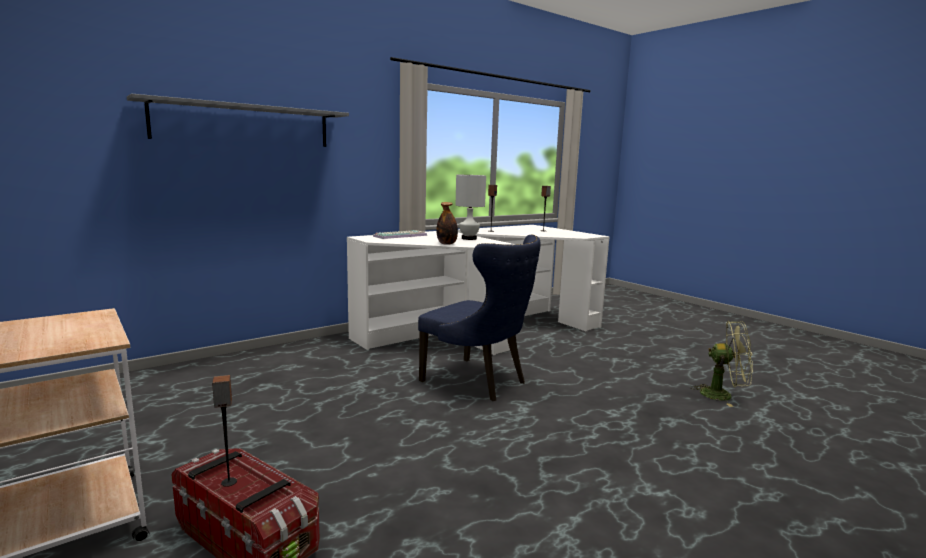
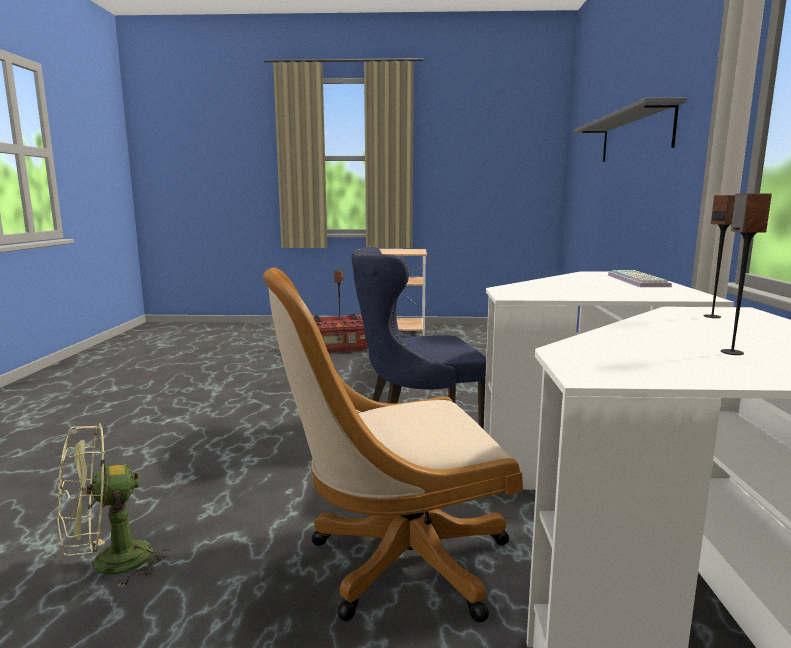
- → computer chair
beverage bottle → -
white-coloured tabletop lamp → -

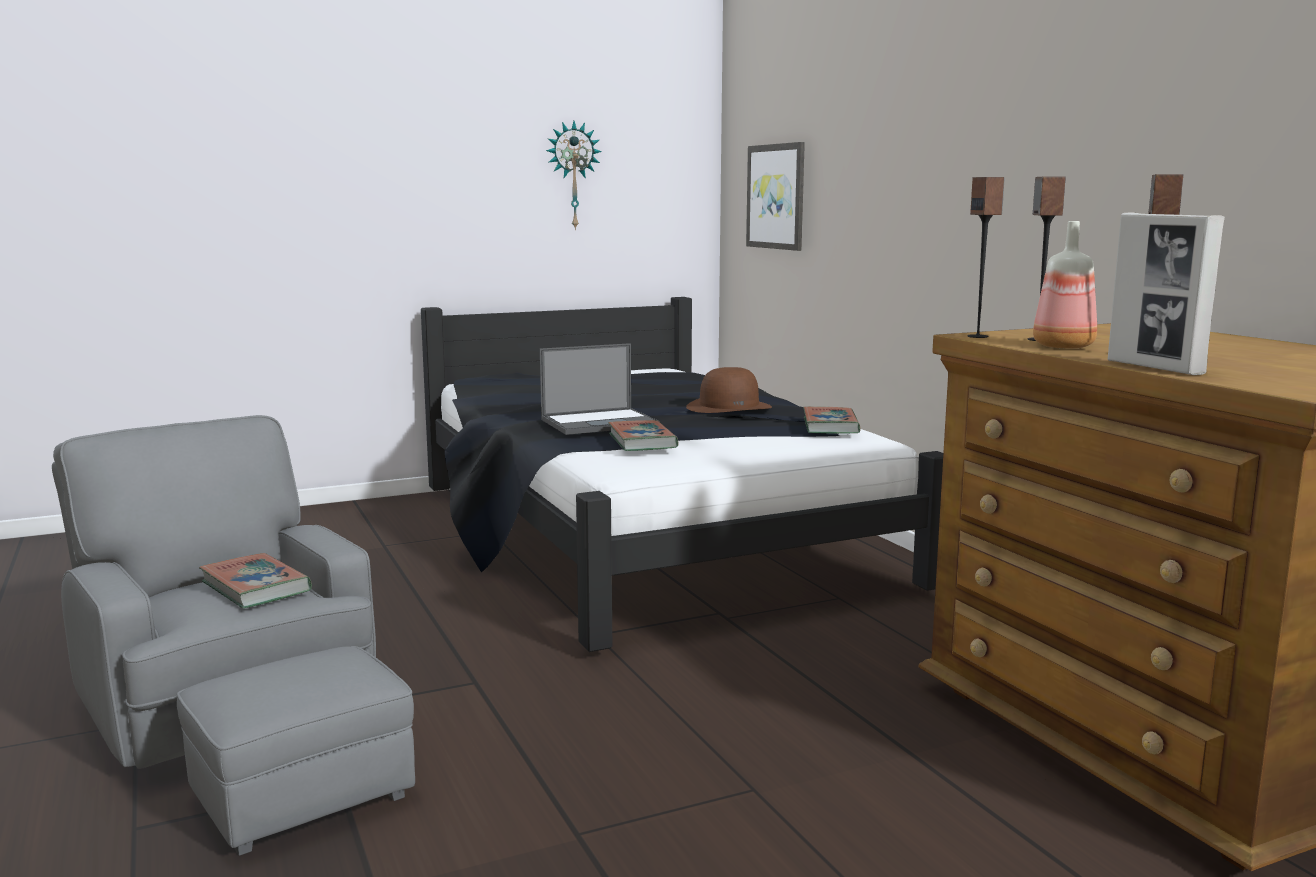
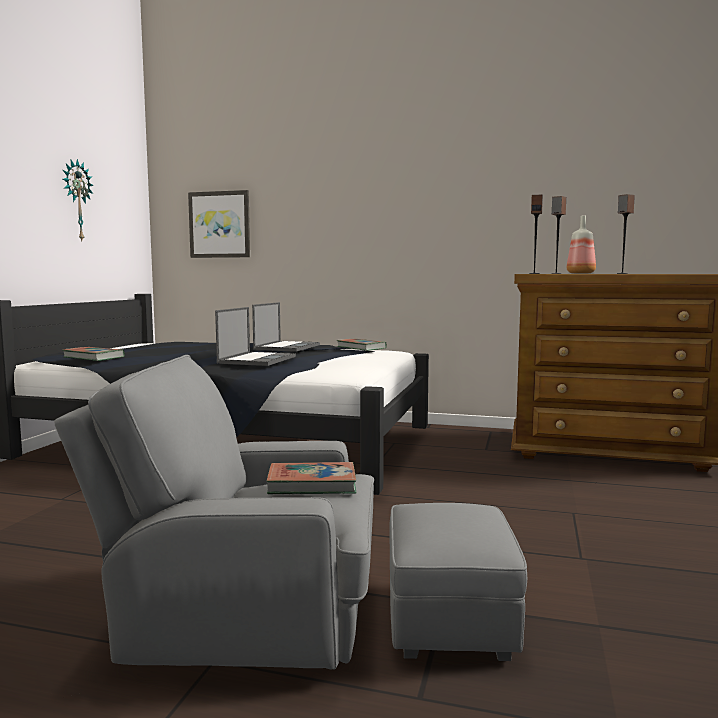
volume (2nd from left in the first image) → volume (1st from left), move
brown-coloured wearable hat → portable computer (2nd from left)
photo frame → -

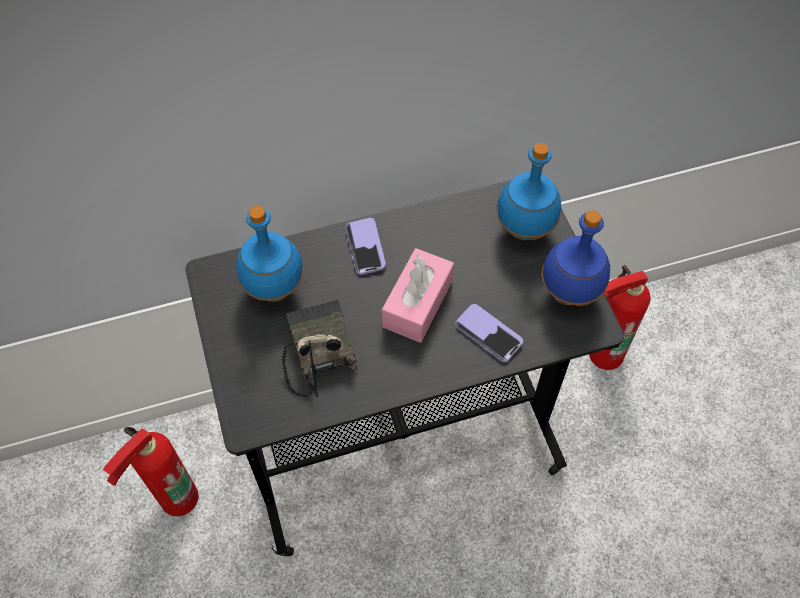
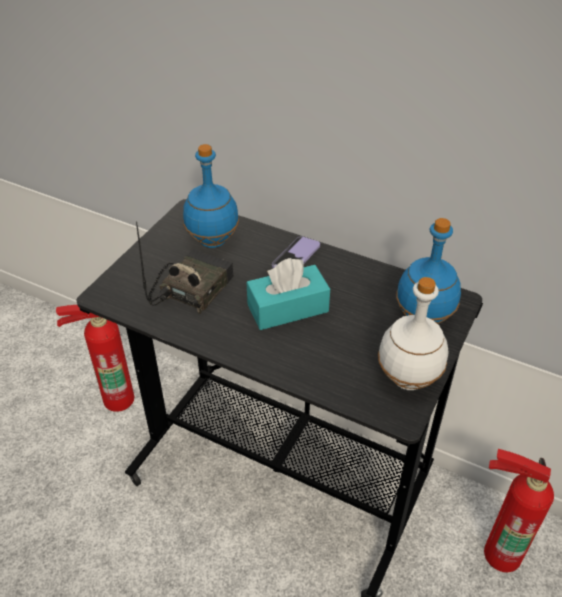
pink tissue holder → turquoise tissue holder
bluish beverage bottle (3rd from left) → white-coloured beverage bottle
telephone (2nd from left) → -

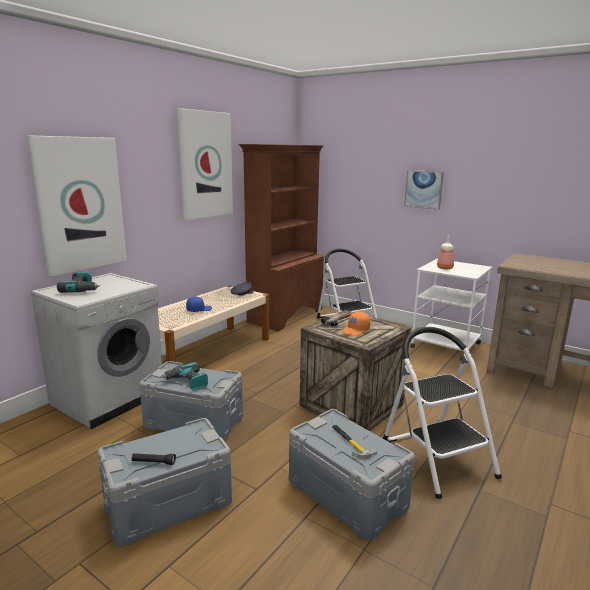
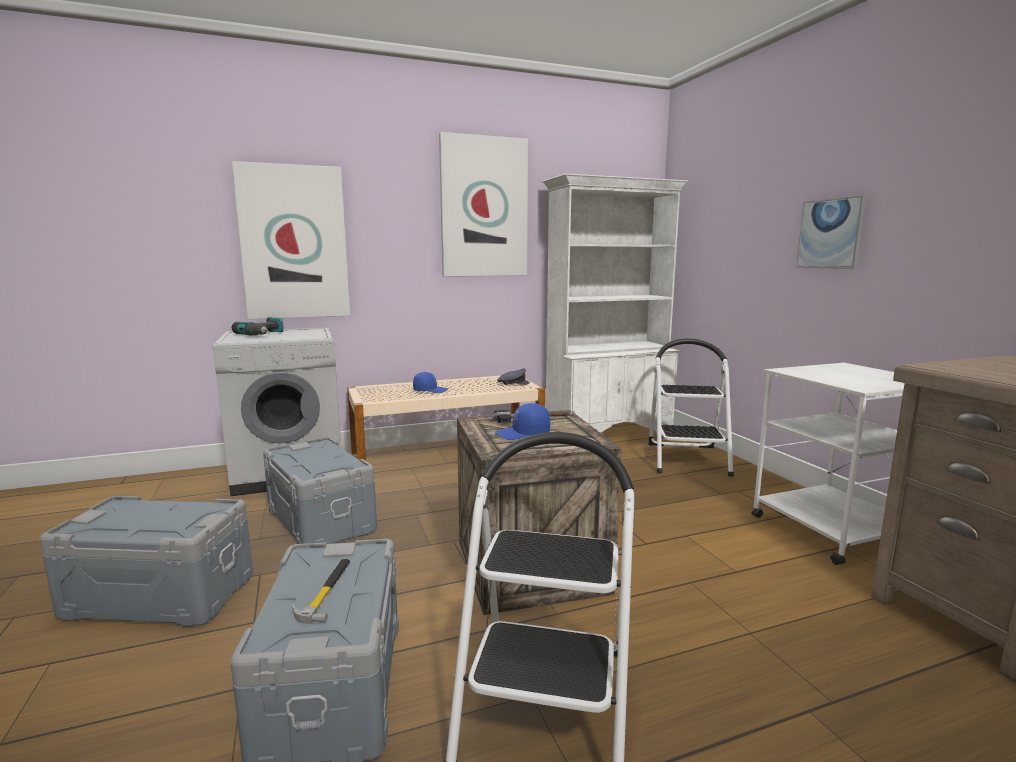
orangey peaked cap → bluish peaked cap (2nd from left)
brown-coloured bookcase → white-coloured bookcase
black hand torch → -
electric drill (2nd from left) → -
beverage bottle → -

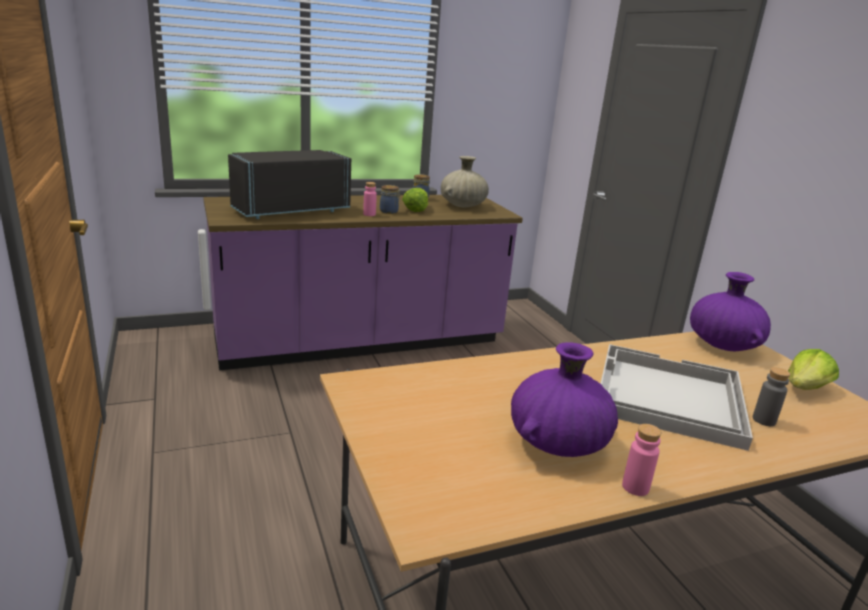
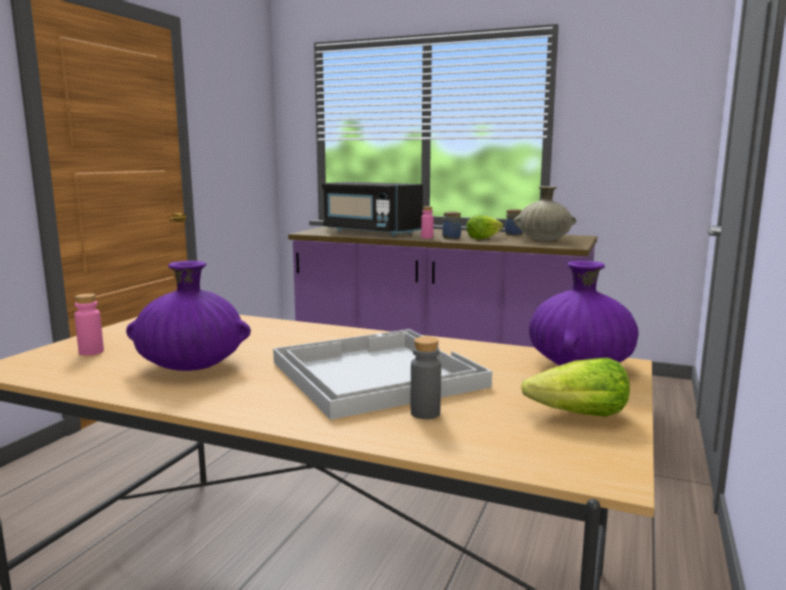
pink beverage bottle (2nd from left in the first image) → pink beverage bottle (1st from left), move
black microwave, 150 degrees counterclockwise

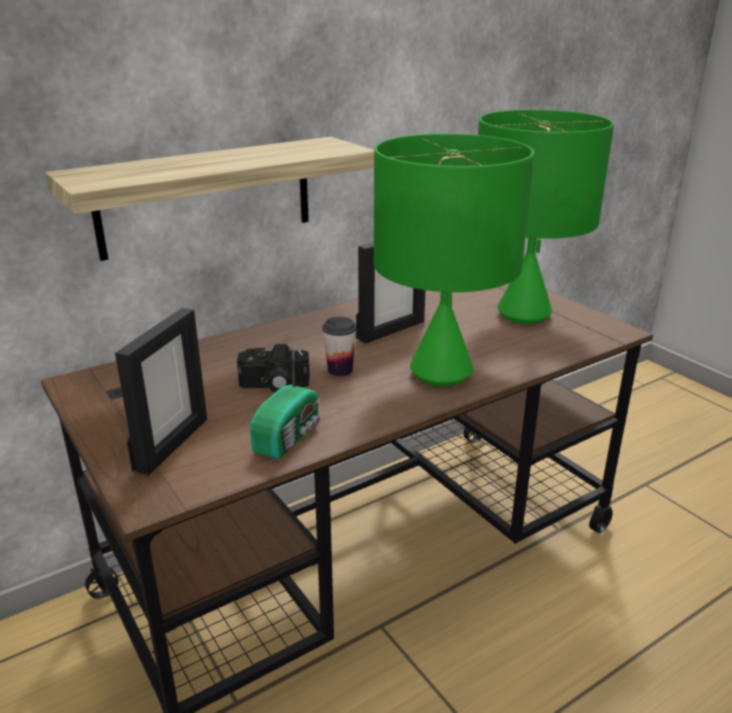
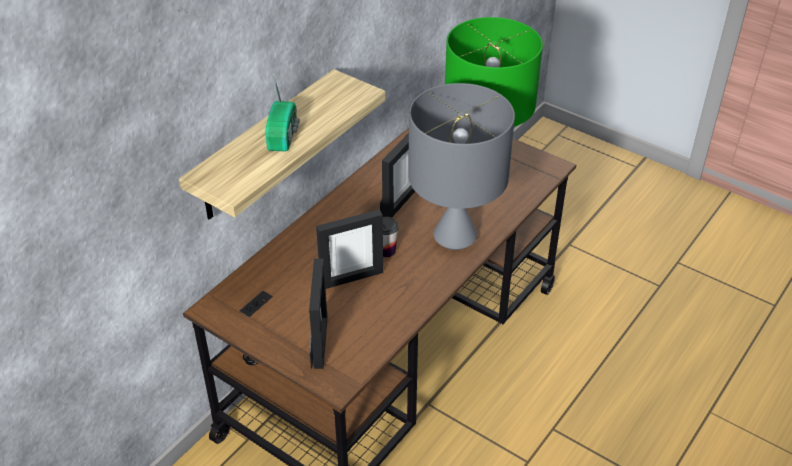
radio receiver, move
photo camera → photo frame (2nd from left)
green tabletop lamp (1st from left) → grey tabletop lamp

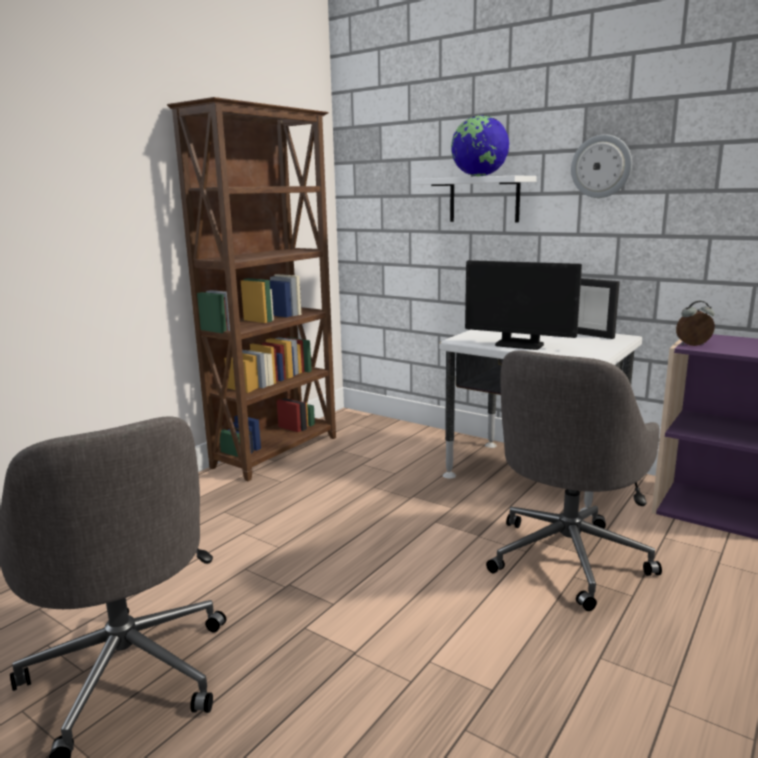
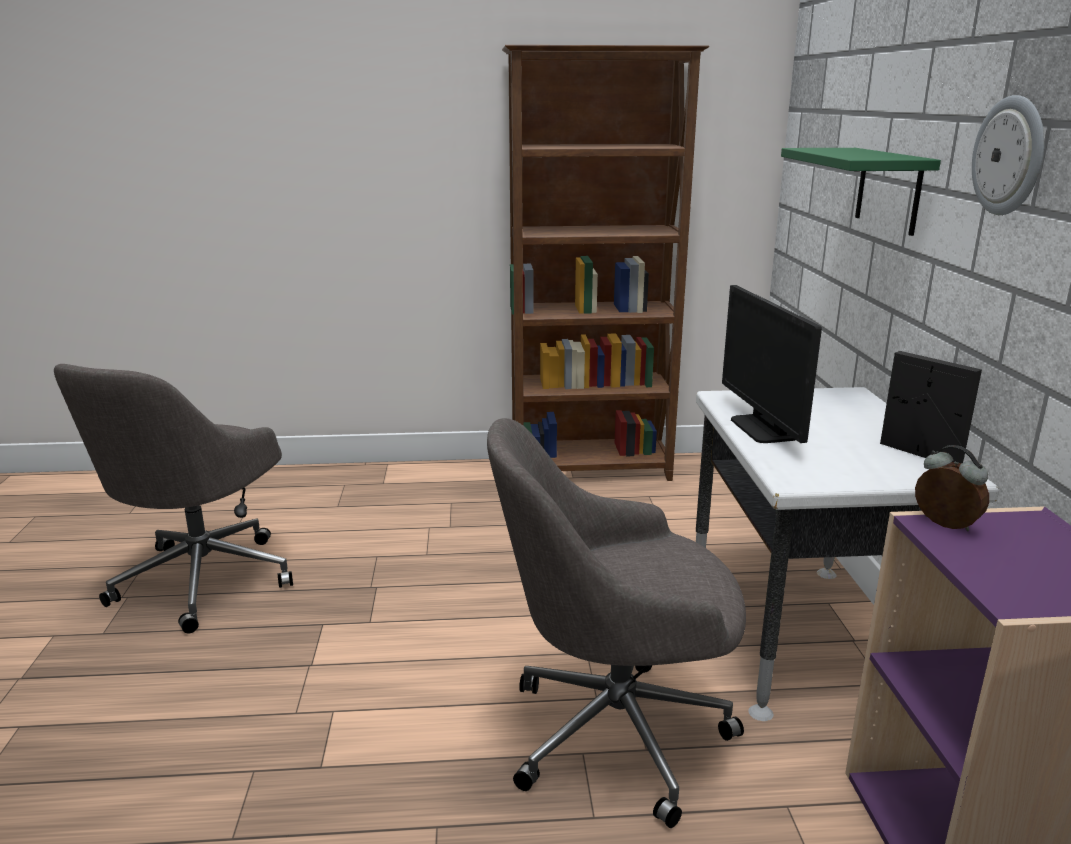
white-coloured wall shelf → green wall shelf
photo frame, 135 degrees clockwise
world globe → -

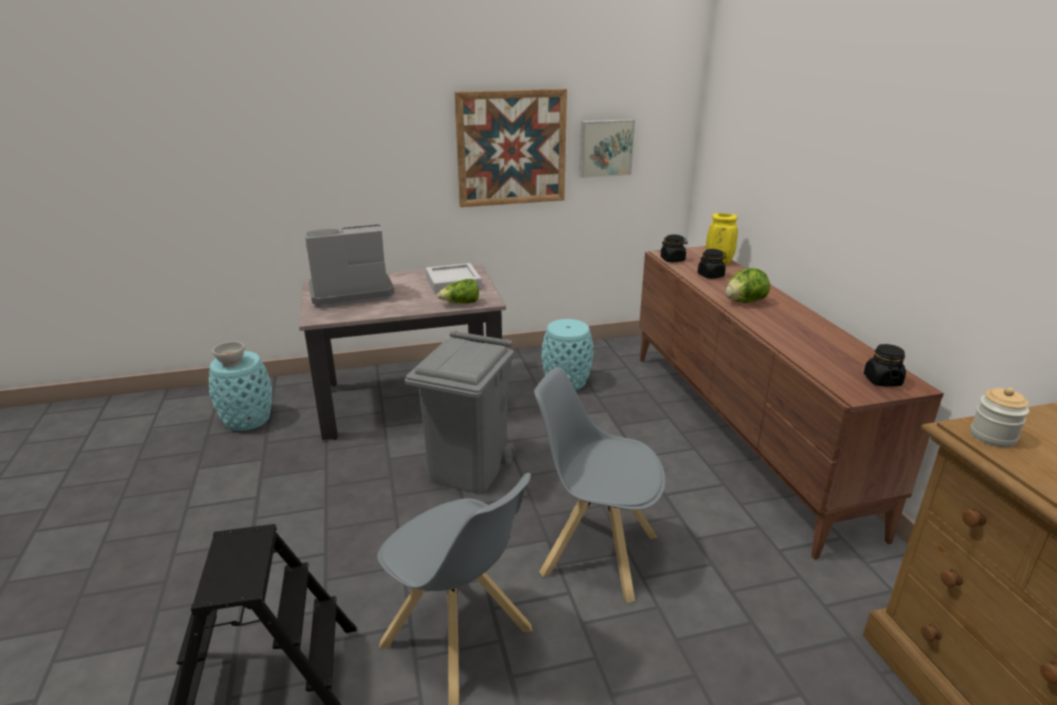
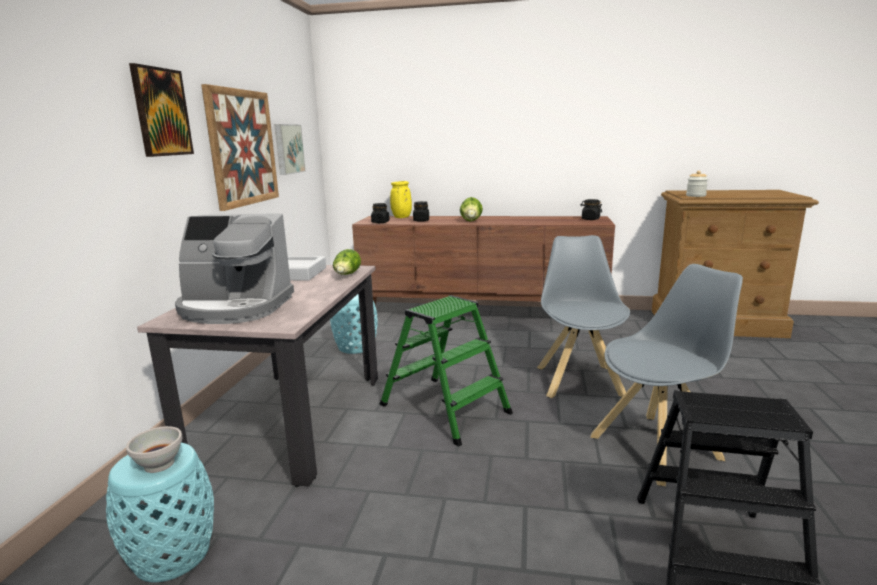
- → wall picture (1st from left)
coffee maker, 90 degrees counterclockwise
grey trash can → green step ladder
grey upright chair (2nd from left in the first image) → grey upright chair (1st from left), 135 degrees clockwise

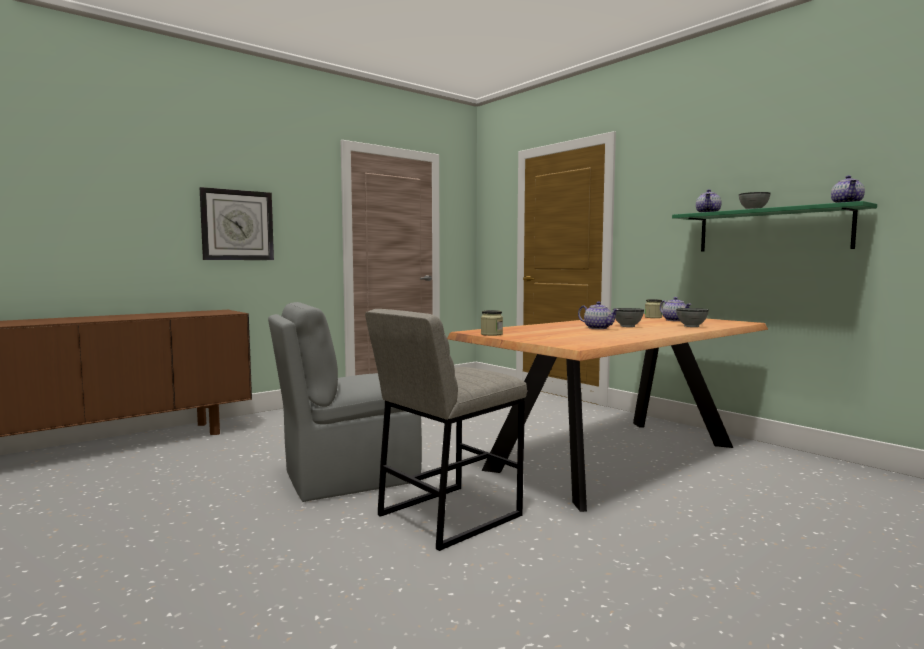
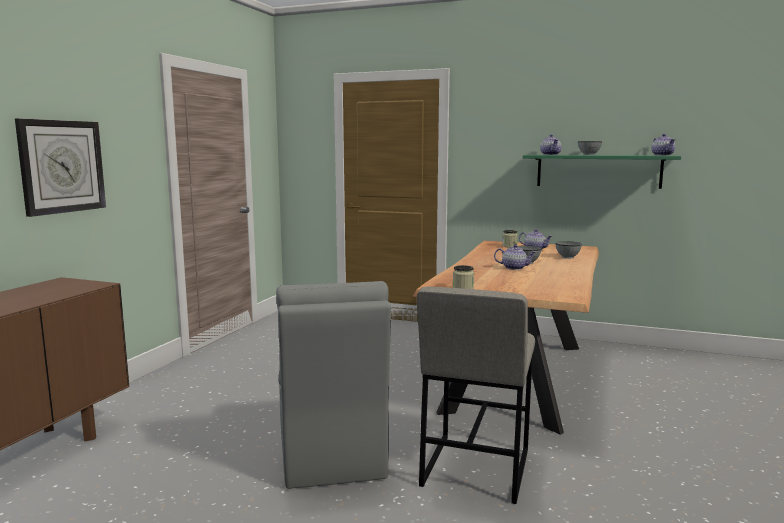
grey upright chair (1st from left), 45 degrees counterclockwise

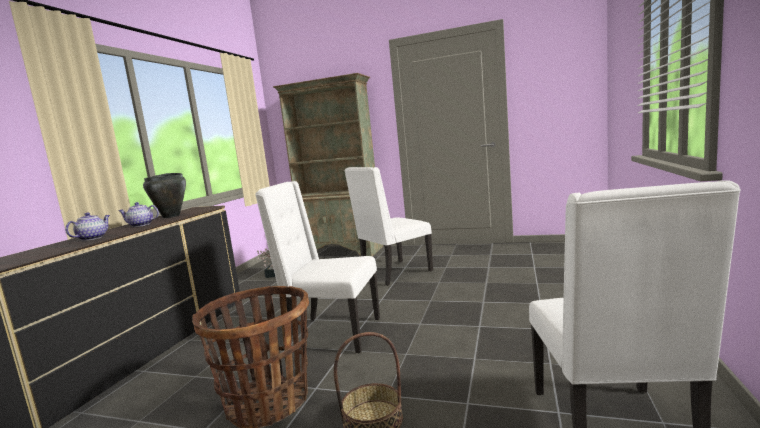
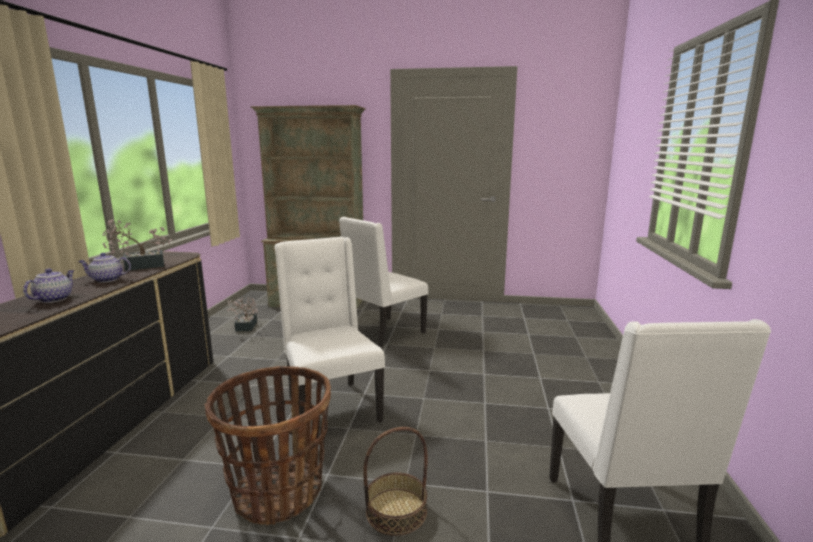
black cooking pot → houseplant (1st from left)
white-coloured upright chair (1st from left), 60 degrees clockwise

